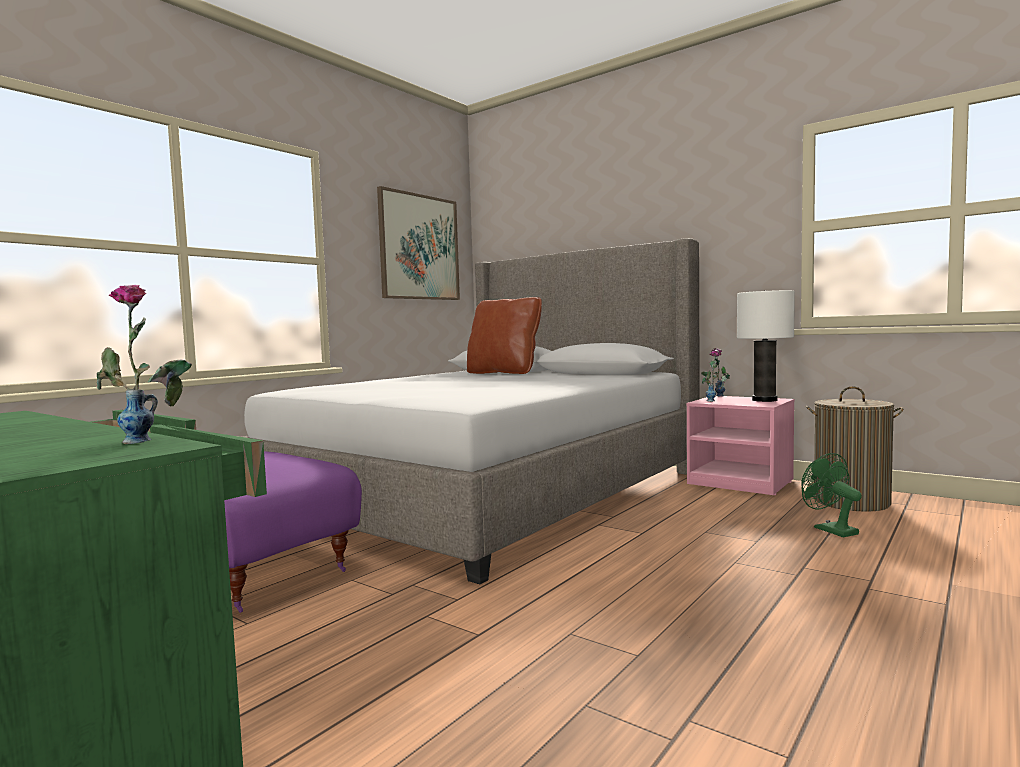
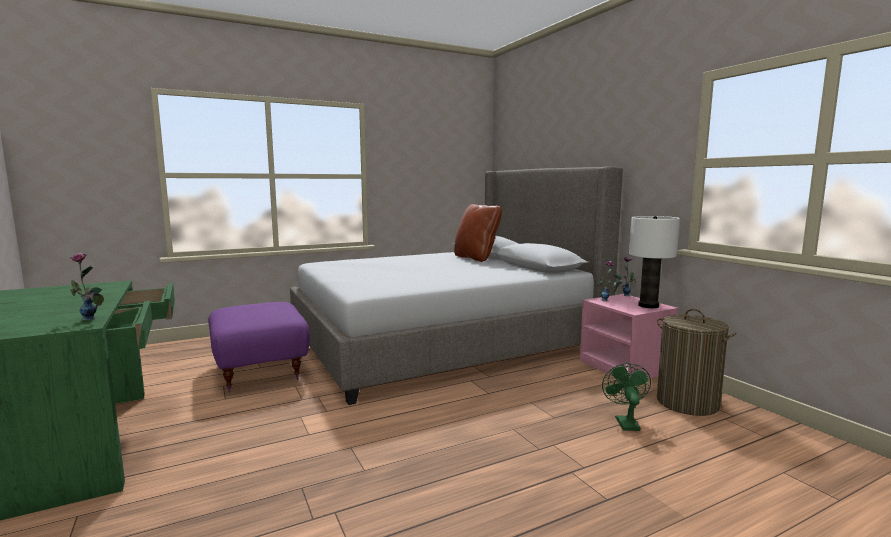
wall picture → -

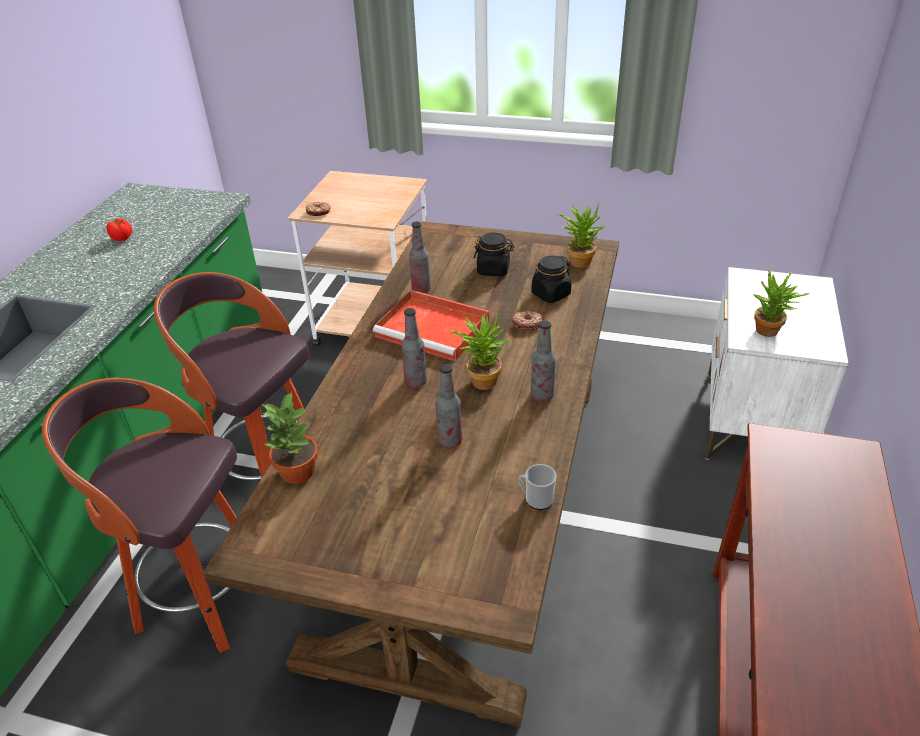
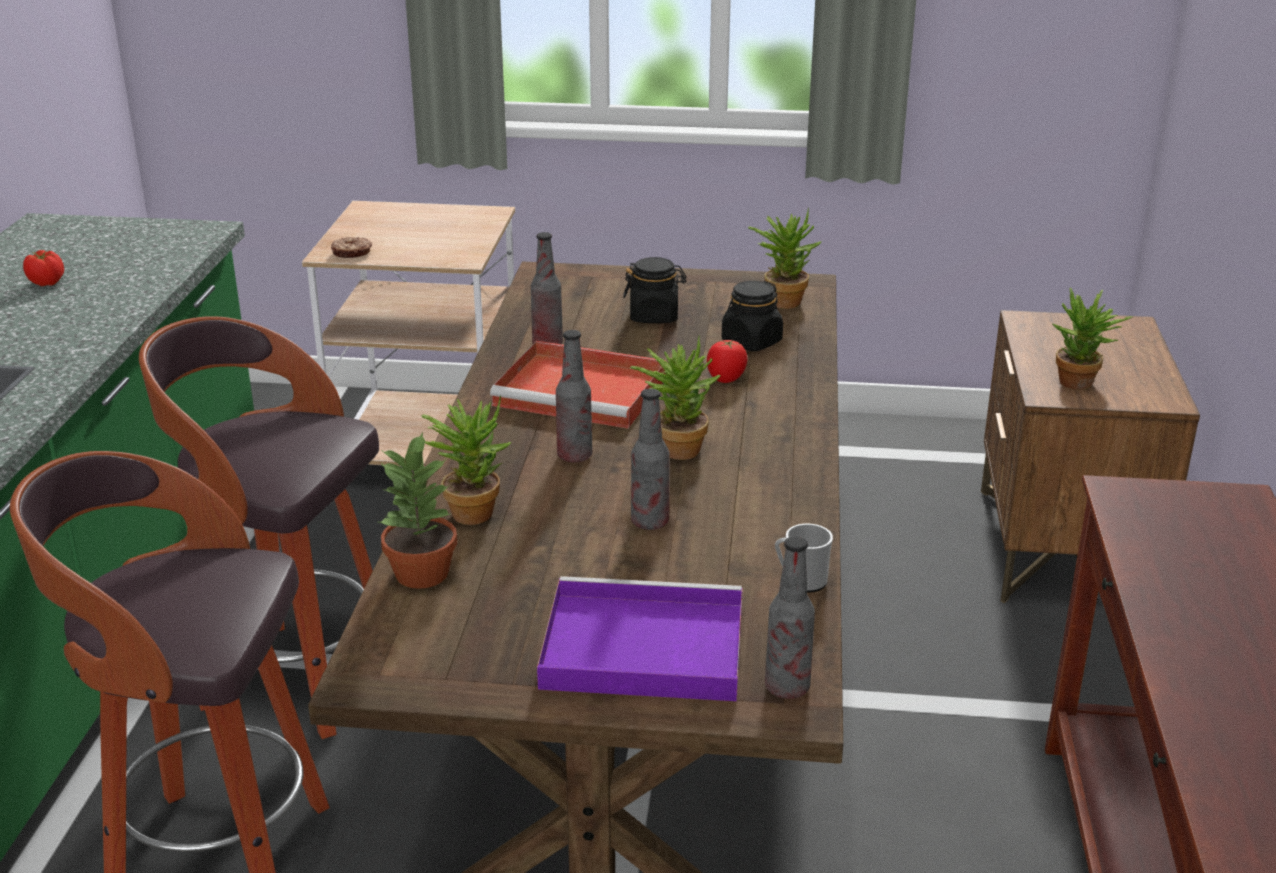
- → houseplant (2nd from left)
- → purple carrying tray
donut (2nd from left) → fresh tomato (2nd from left)
beverage bottle (4th from left), move
white-coloured nightstand → brown-coloured nightstand

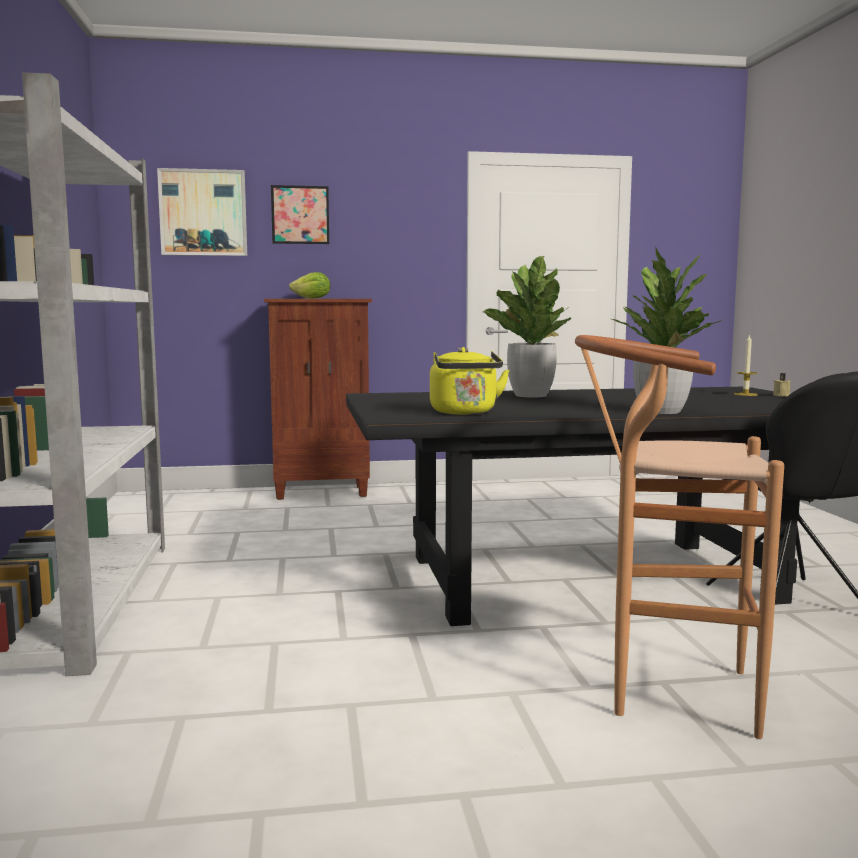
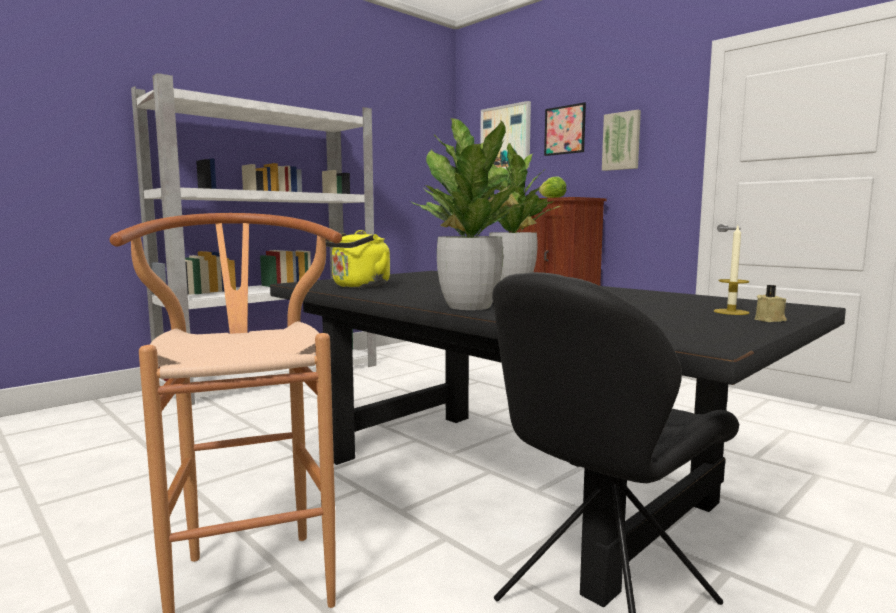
- → wall picture (3rd from left)

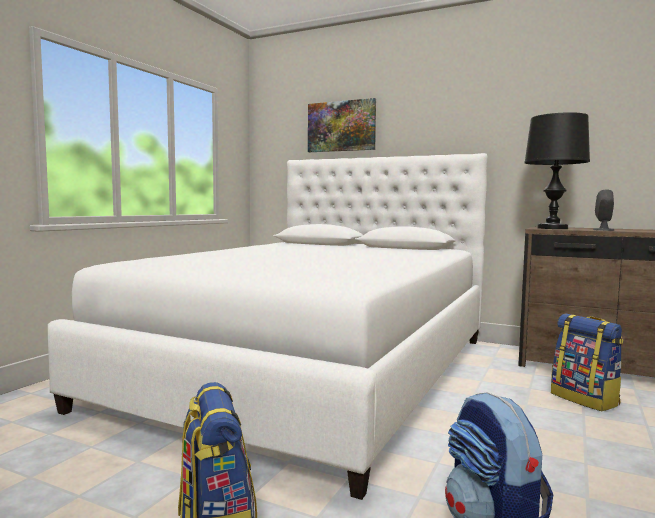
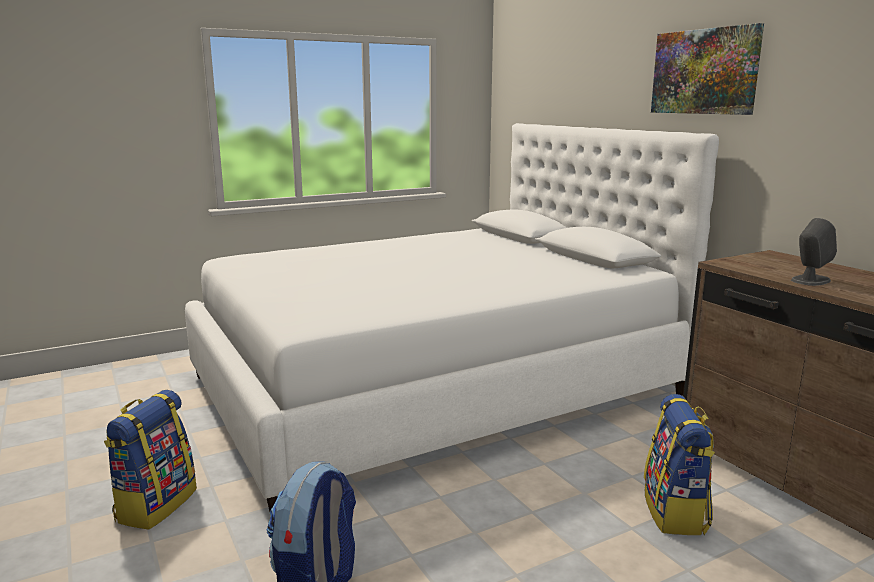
wall picture, move
black tabletop lamp → -

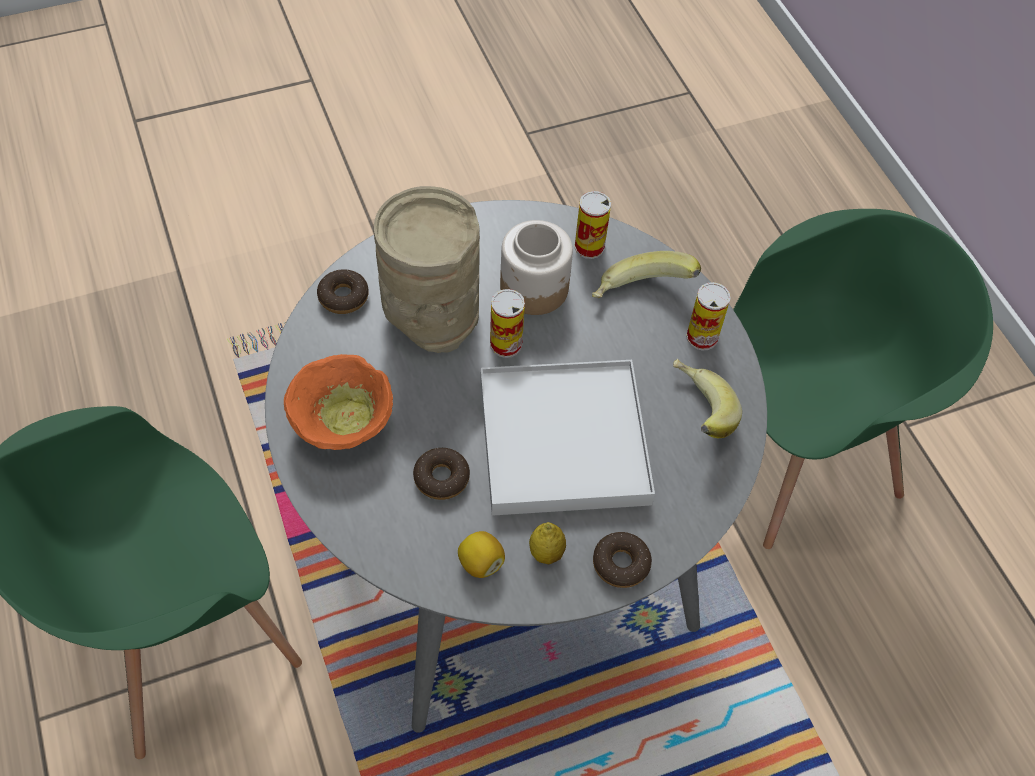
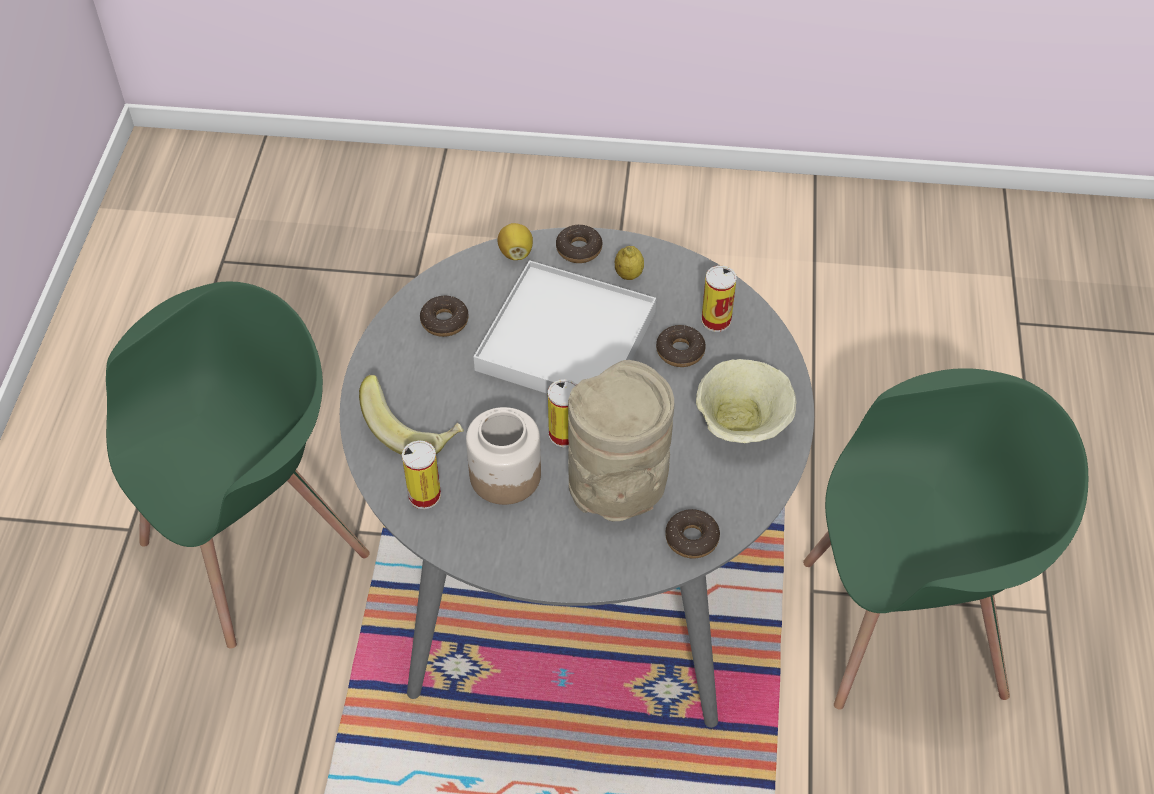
green upright chair (2nd from left in the first image) → green upright chair (1st from left), 135 degrees clockwise
whole banana (2nd from left) → donut (1st from left)
citrus fruit (1st from left), move
orangey bowl → beige-coloured bowl
sealed can (3rd from left), move

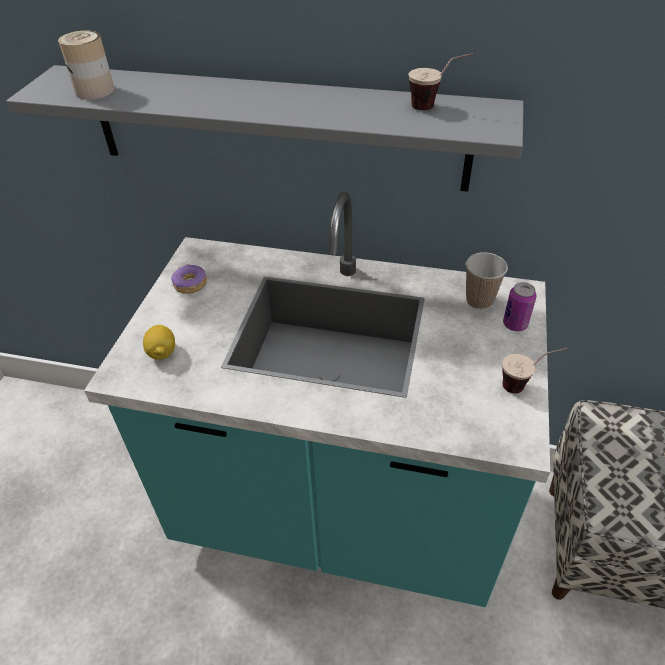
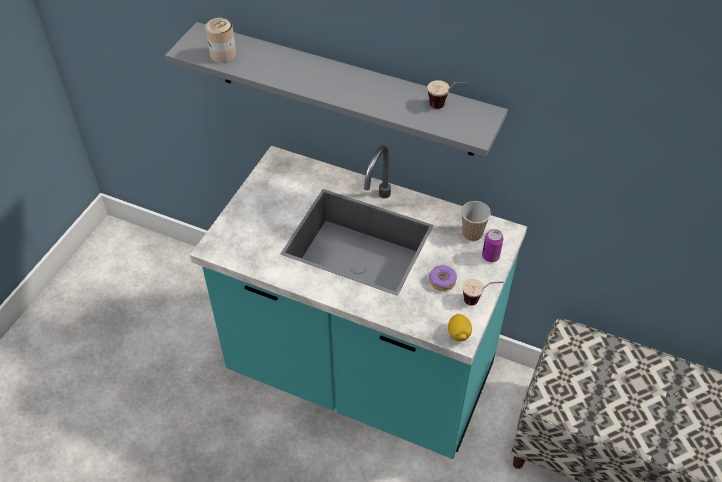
donut, move
citrus fruit, move

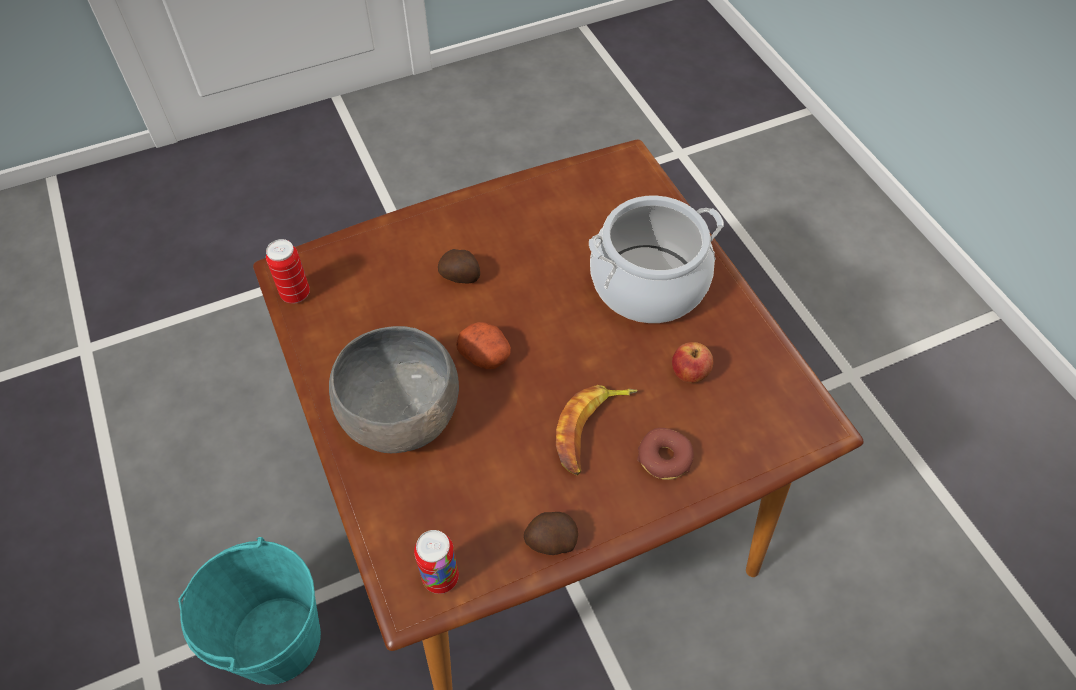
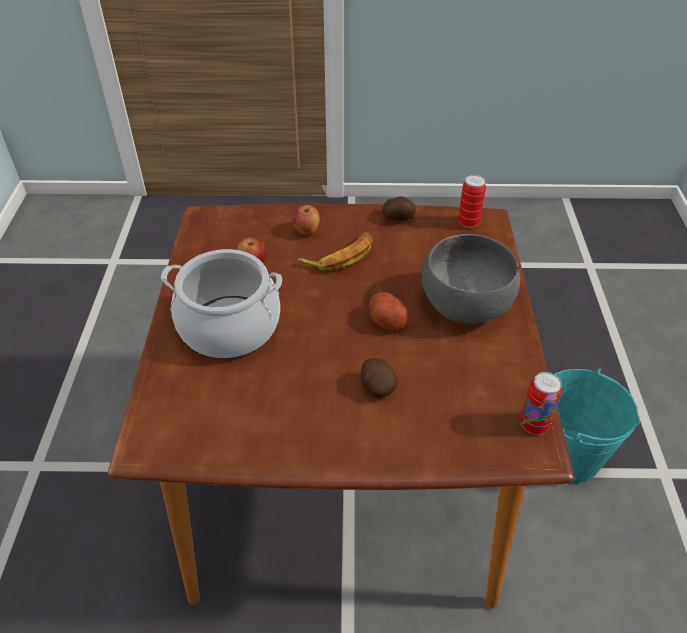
donut → apple fruit (2nd from left)

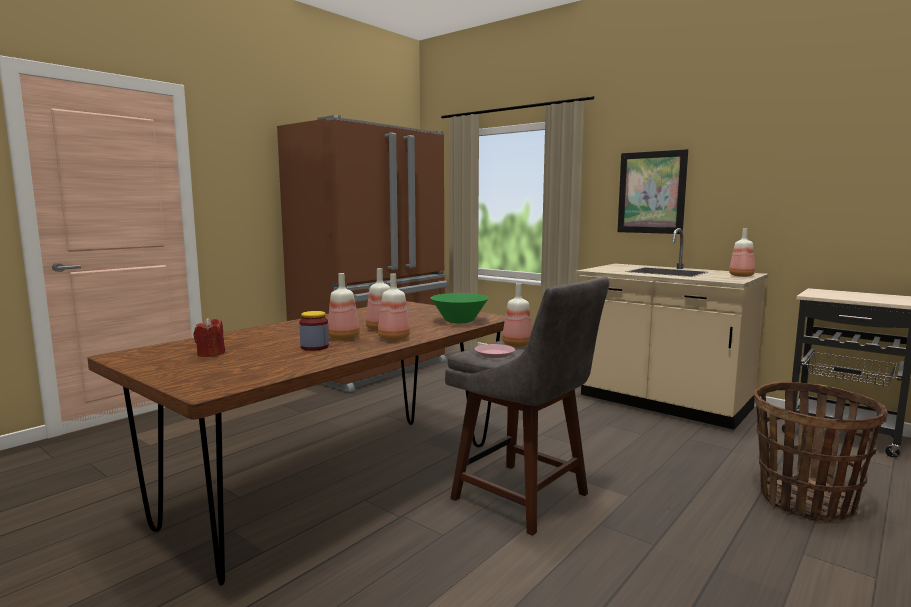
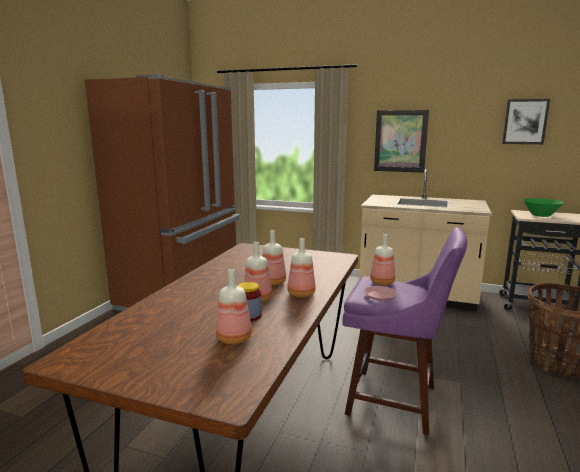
beverage bottle (5th from left in the first image) → beverage bottle (1st from left), move
grey sitting stool → purple sitting stool
- → wall picture (2nd from left)
green bowl, move
reddish wax light → -

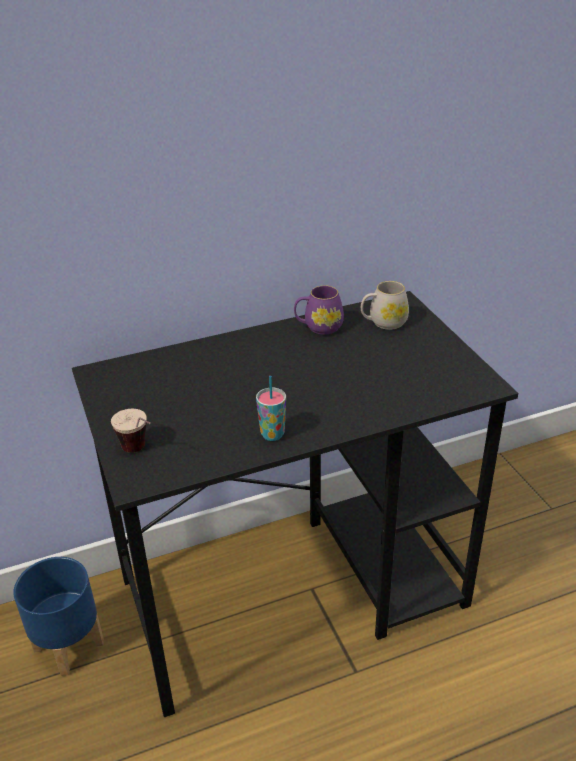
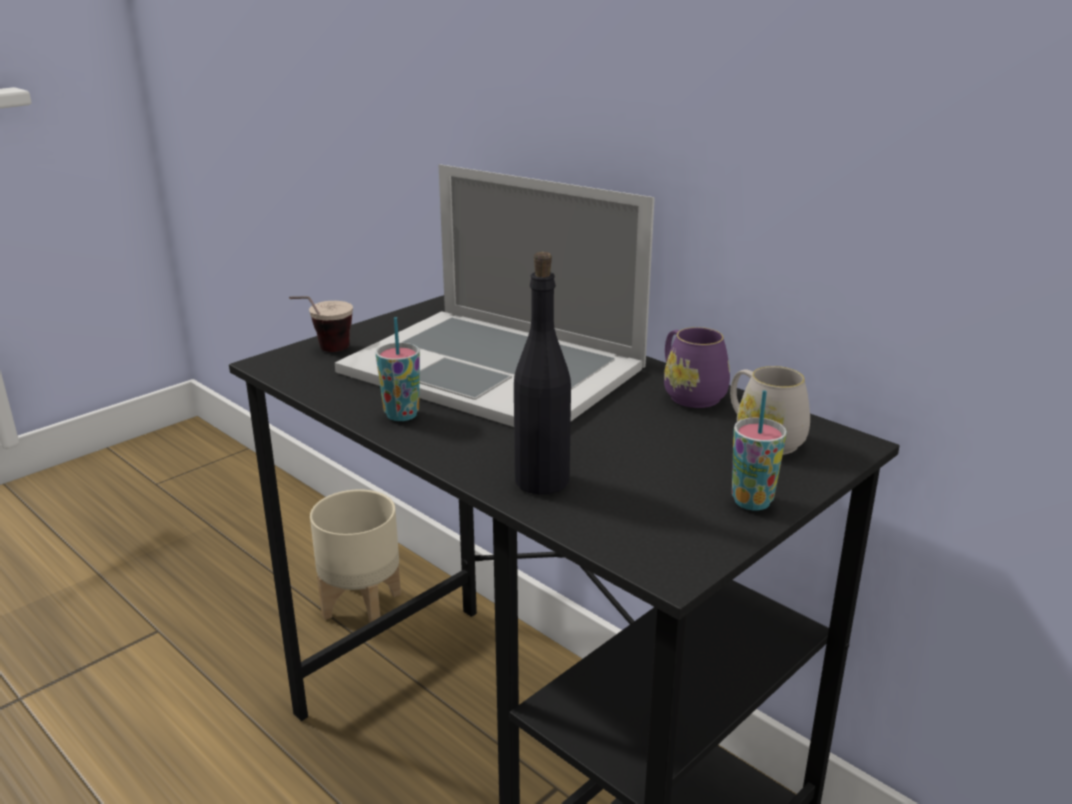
bluish flower pot → beige-coloured flower pot
- → portable computer
- → black beverage bottle
- → drinking cup (3rd from left)

